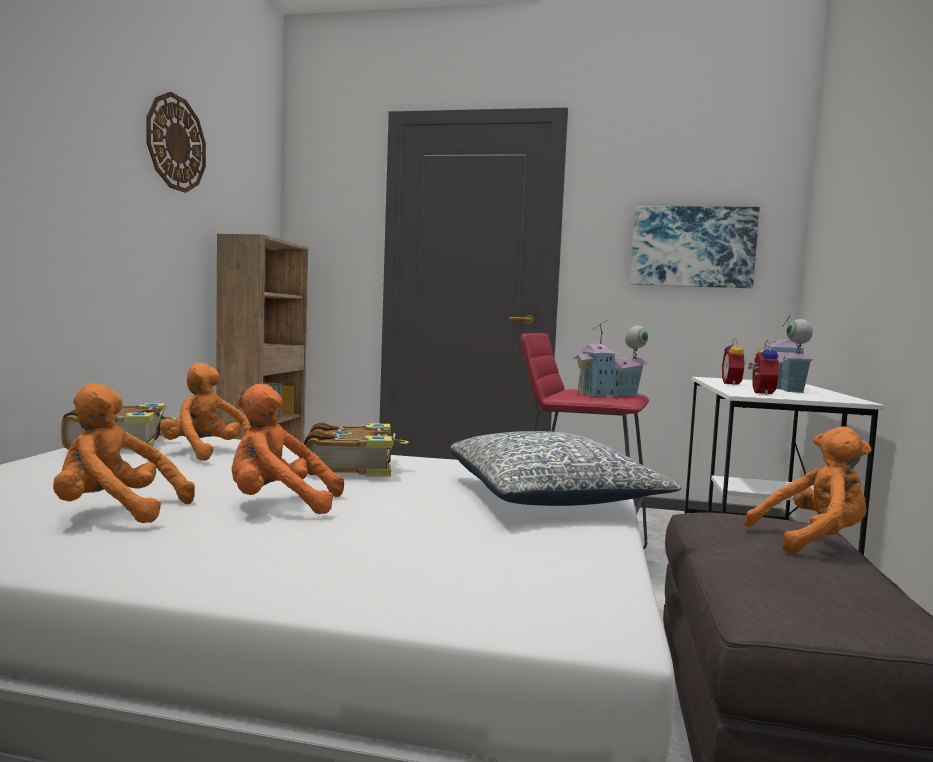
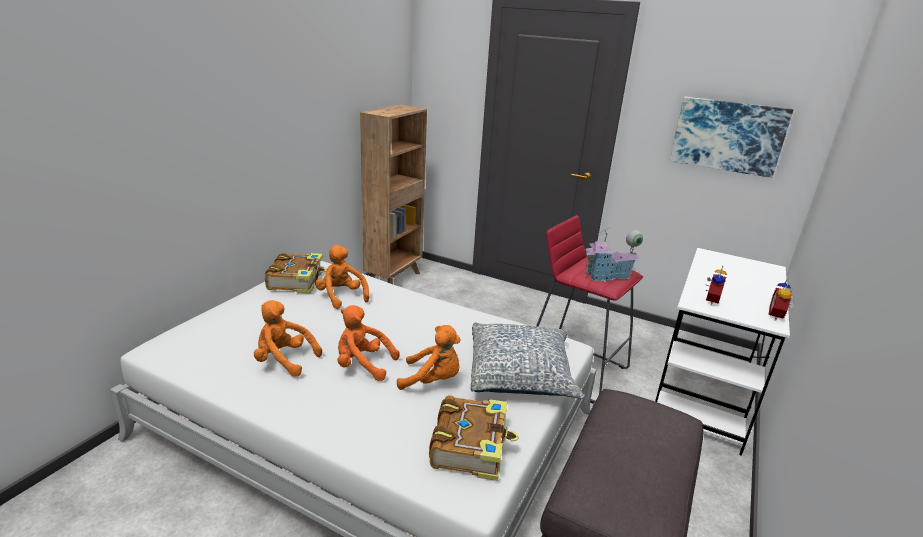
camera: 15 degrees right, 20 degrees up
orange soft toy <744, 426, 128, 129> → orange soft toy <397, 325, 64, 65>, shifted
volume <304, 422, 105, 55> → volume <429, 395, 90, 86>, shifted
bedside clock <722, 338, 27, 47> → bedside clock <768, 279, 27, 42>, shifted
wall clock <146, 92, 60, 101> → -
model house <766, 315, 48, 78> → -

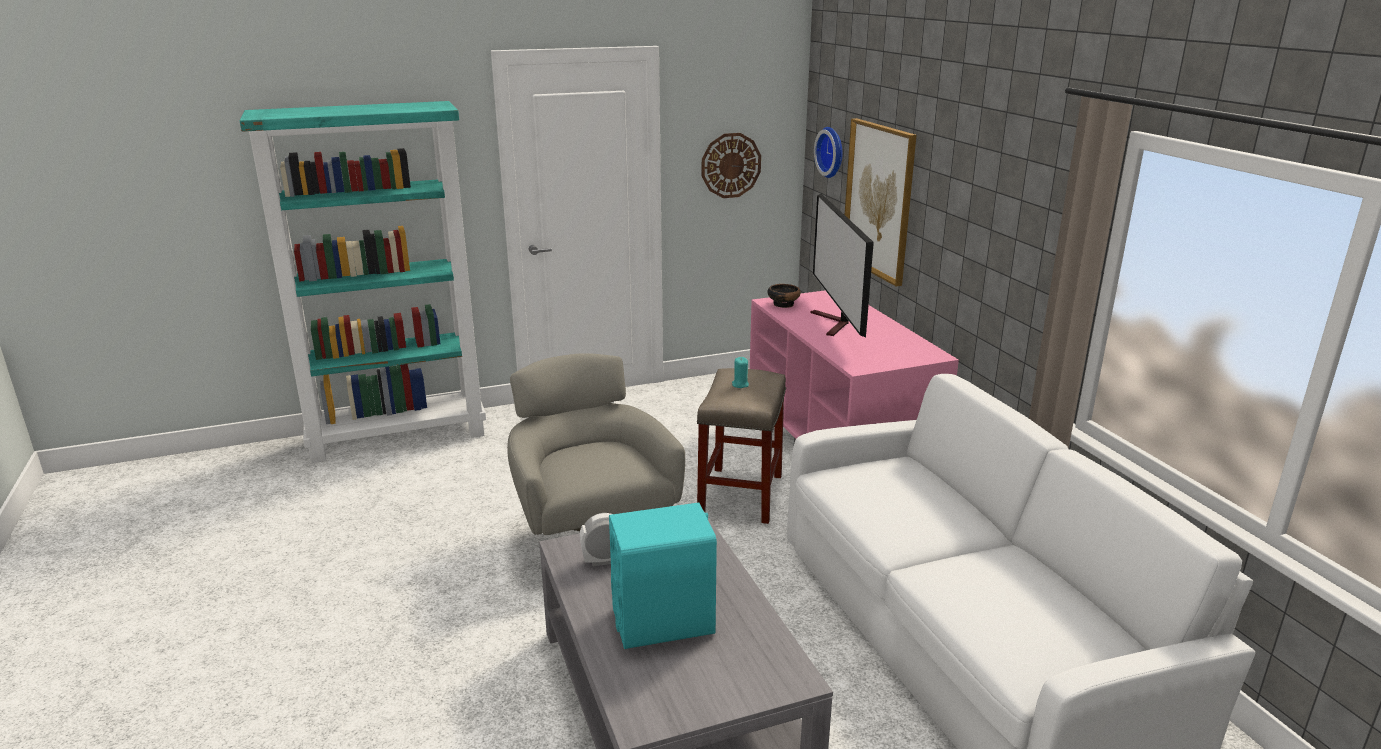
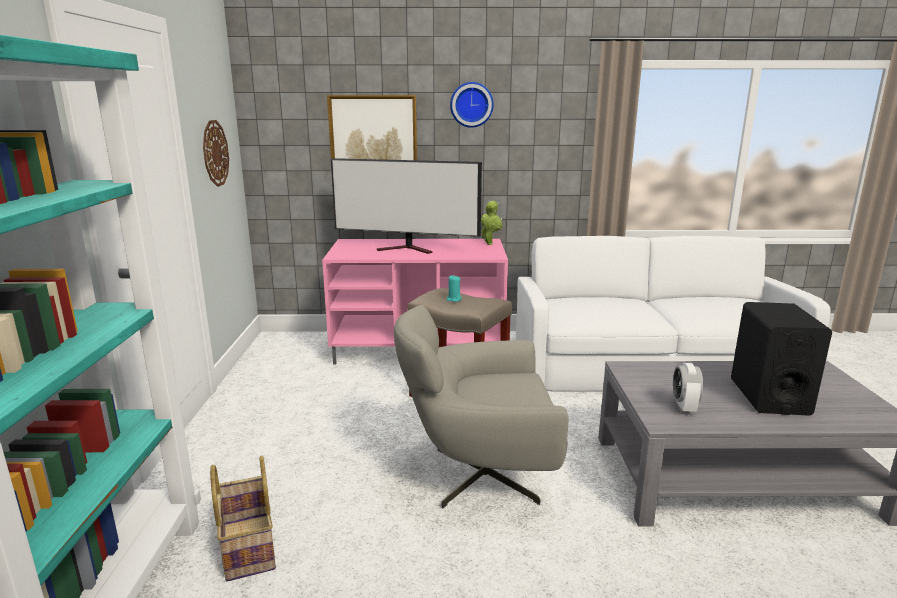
camera: 70 degrees left, 5 degrees down
- → household basket <210, 456, 66, 125>
wall clock <814, 127, 28, 51> → wall clock <450, 82, 44, 46>, shifted
- → plant in a pot <481, 200, 21, 45>
turquoise loudspeaker <609, 502, 108, 147> → blackish loudspeaker <731, 302, 101, 114>
deep dish <767, 284, 34, 24> → -

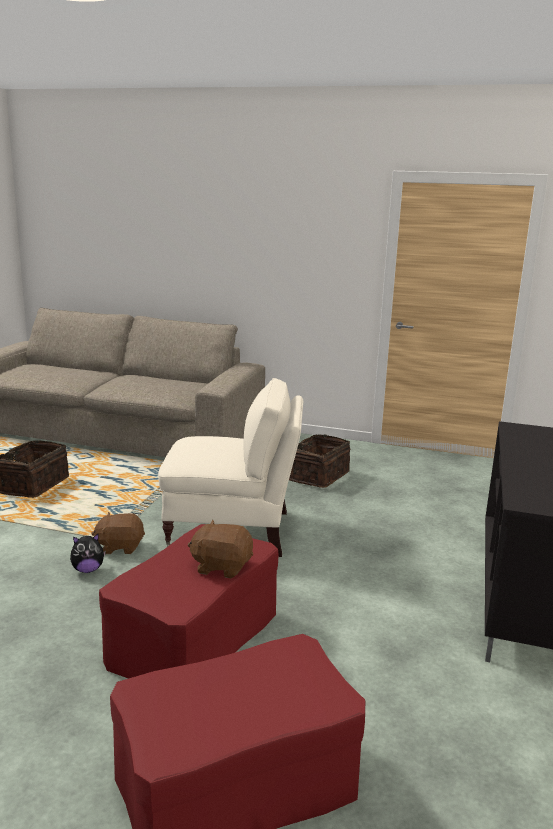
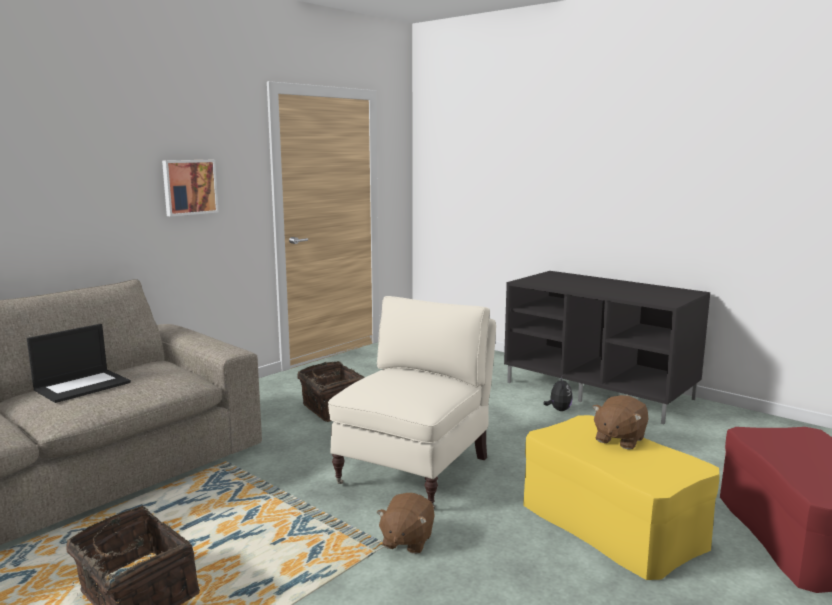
camera: 65 degrees left, 5 degrees down
- → portable computer <27, 324, 104, 79>
- → wall picture <162, 160, 57, 57>
red-coloured pouffe <99, 524, 179, 155> → yellow pouffe <523, 415, 197, 165>
soft toy <70, 534, 36, 39> → soft toy <544, 376, 29, 35>, shifted

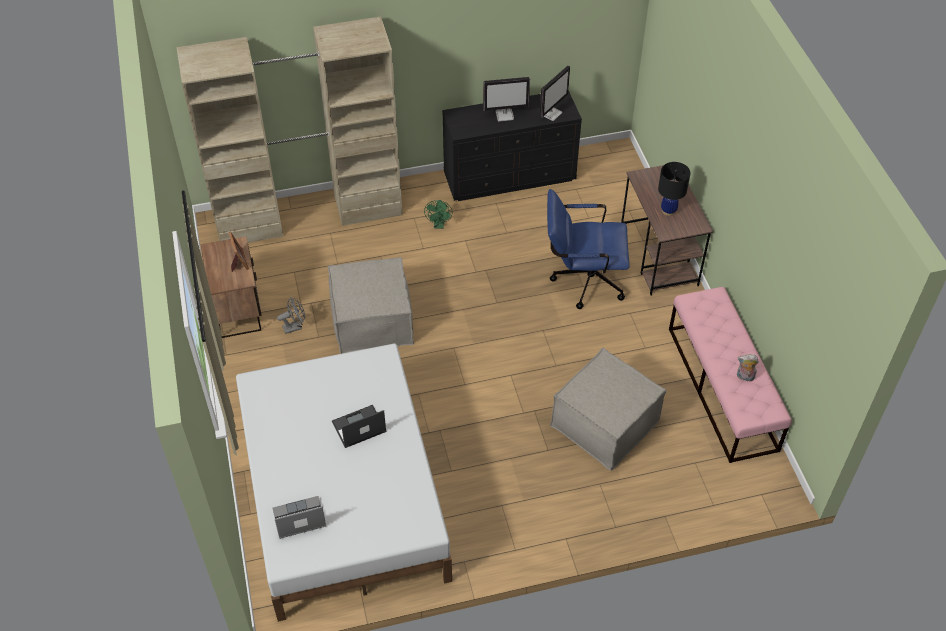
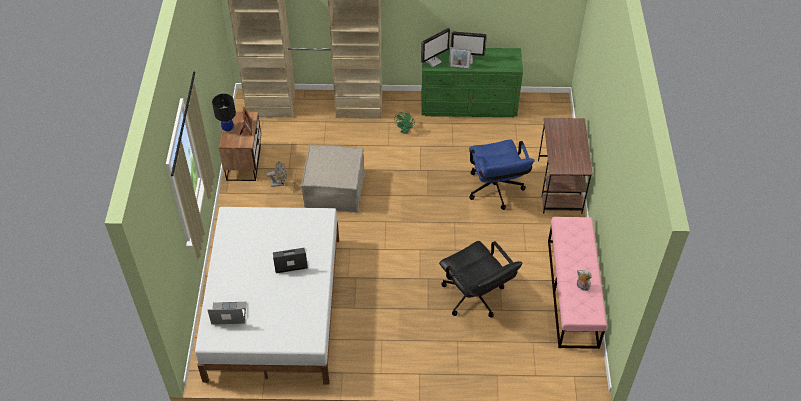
camera: 15 degrees right, 0 degrees up
blackish lamp for a table <658, 162, 32, 54> → blackish lamp for a table <212, 94, 24, 39>, shifted
computer display <540, 66, 30, 55> → computer display <421, 28, 29, 39>, shifted
blackish drawer chest <442, 90, 140, 111> → green drawer chest <421, 48, 102, 69>
beige-coloured pouffe <550, 348, 116, 122> → blackish office chair <439, 241, 83, 77>
- → photo frame <449, 47, 22, 22>
bluish office chair <547, 189, 83, 120> → bluish office chair <469, 140, 66, 70>, 120 degrees counterclockwise

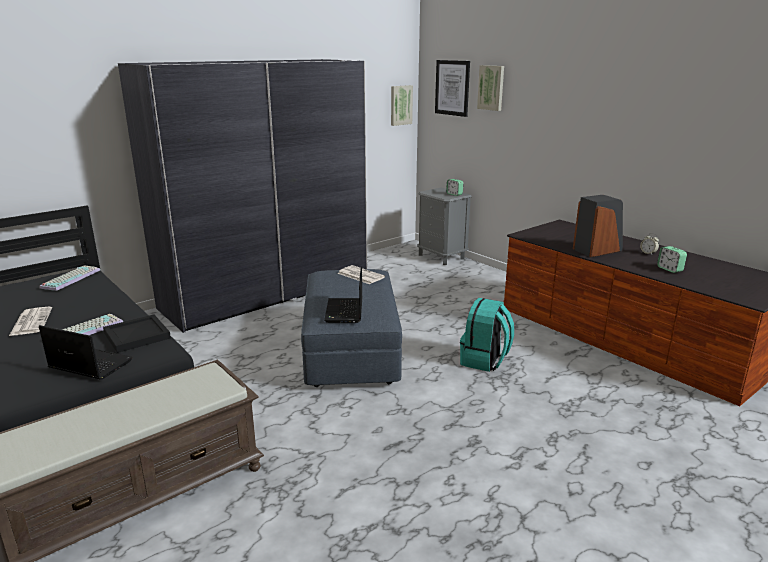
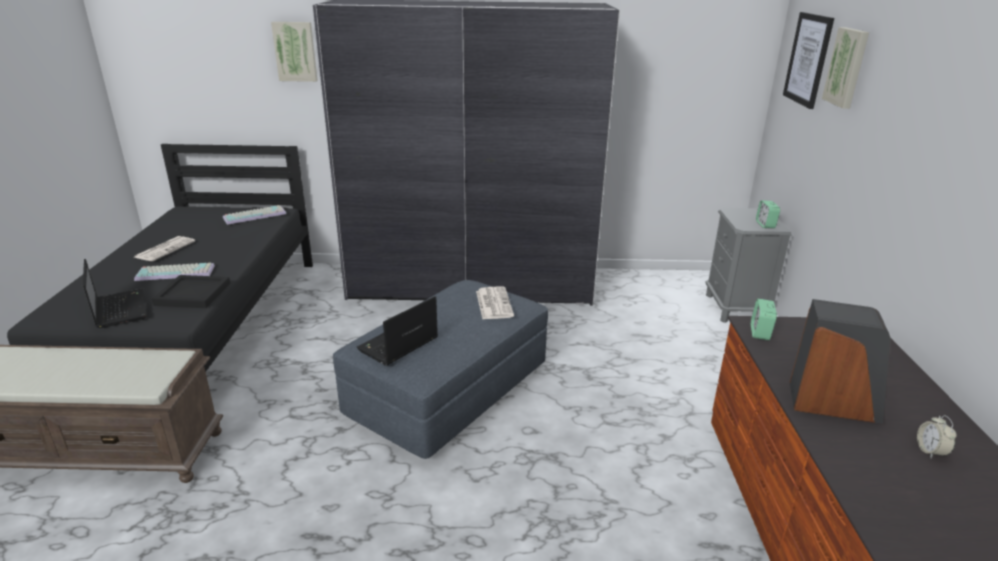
camera: 40 degrees right, 5 degrees up
wall picture <391, 85, 22, 41> → wall picture <271, 22, 47, 60>, shifted
bedside clock <657, 246, 30, 27> → bedside clock <751, 298, 26, 42>, shifted
turquoise knapsack <460, 298, 54, 74> → -

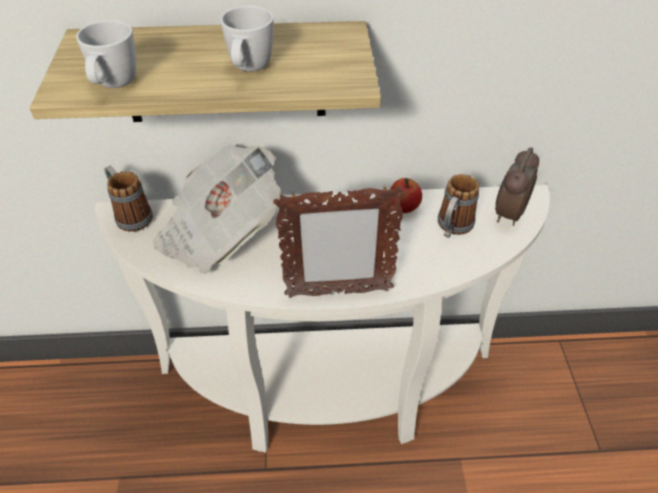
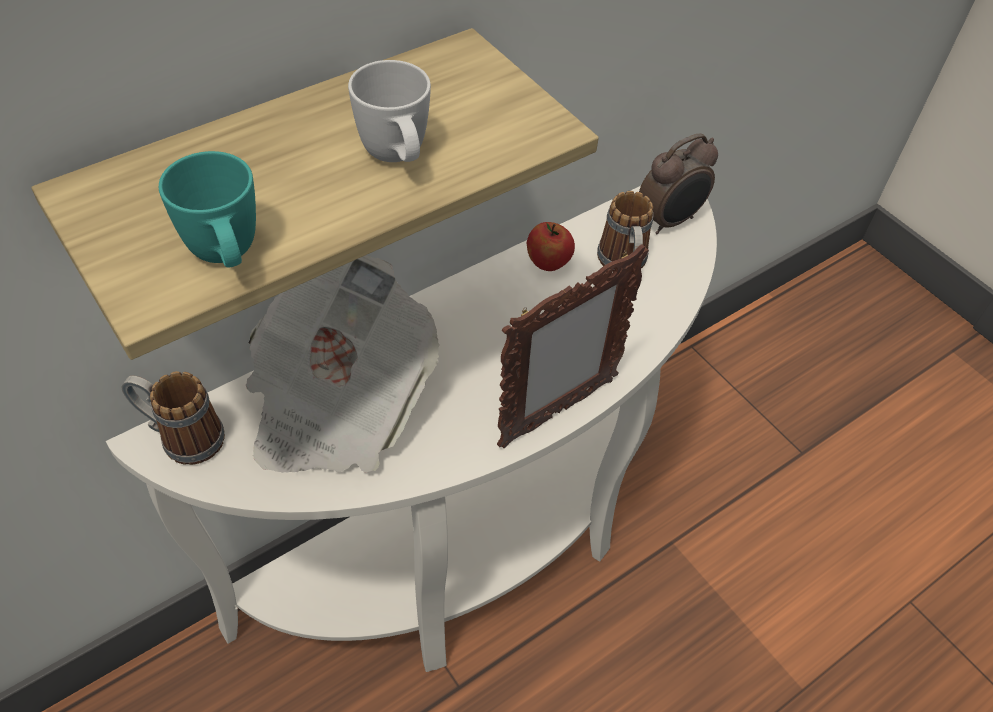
camera: 35 degrees left, 5 degrees up
white-coloured tea mug <76, 20, 61, 68> → turquoise tea mug <159, 151, 97, 117>
bedside clock <495, 147, 44, 79> → bedside clock <639, 133, 79, 101>, 120 degrees counterclockwise

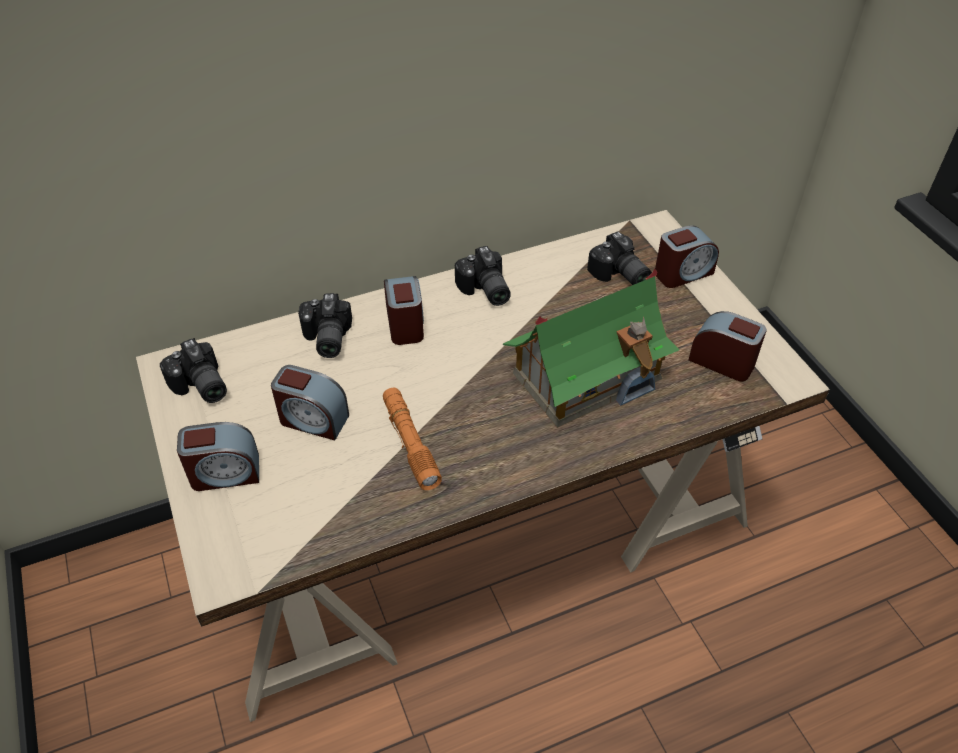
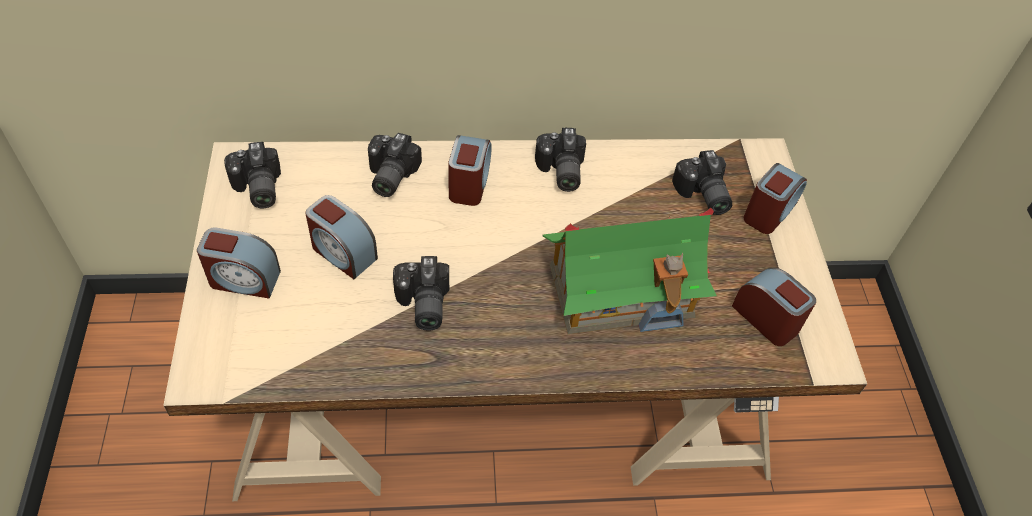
camera: 15 degrees right, 5 degrees up
orange hand torch <383, 388, 59, 102> → photo camera <393, 256, 56, 75>
bedside clock <655, 225, 64, 63> → bedside clock <744, 163, 63, 71>, 45 degrees counterclockwise

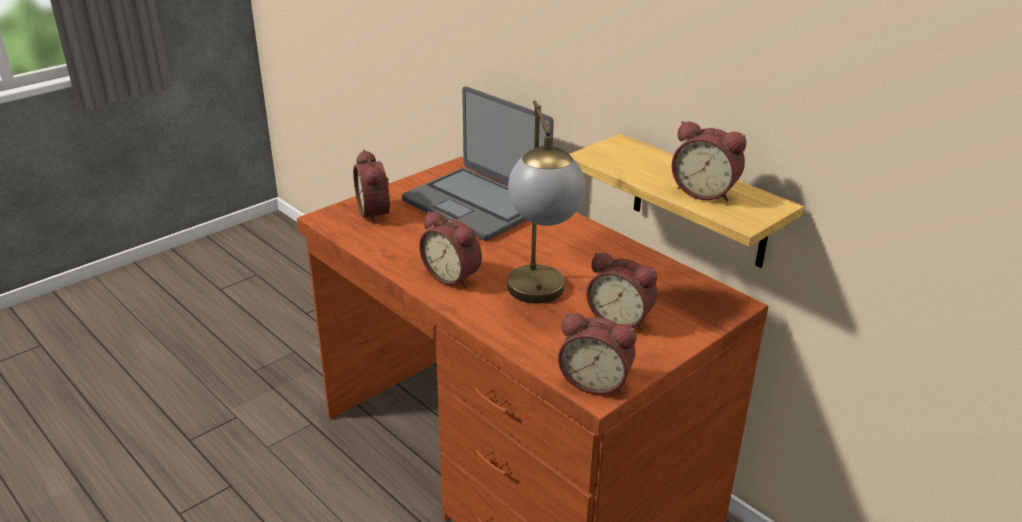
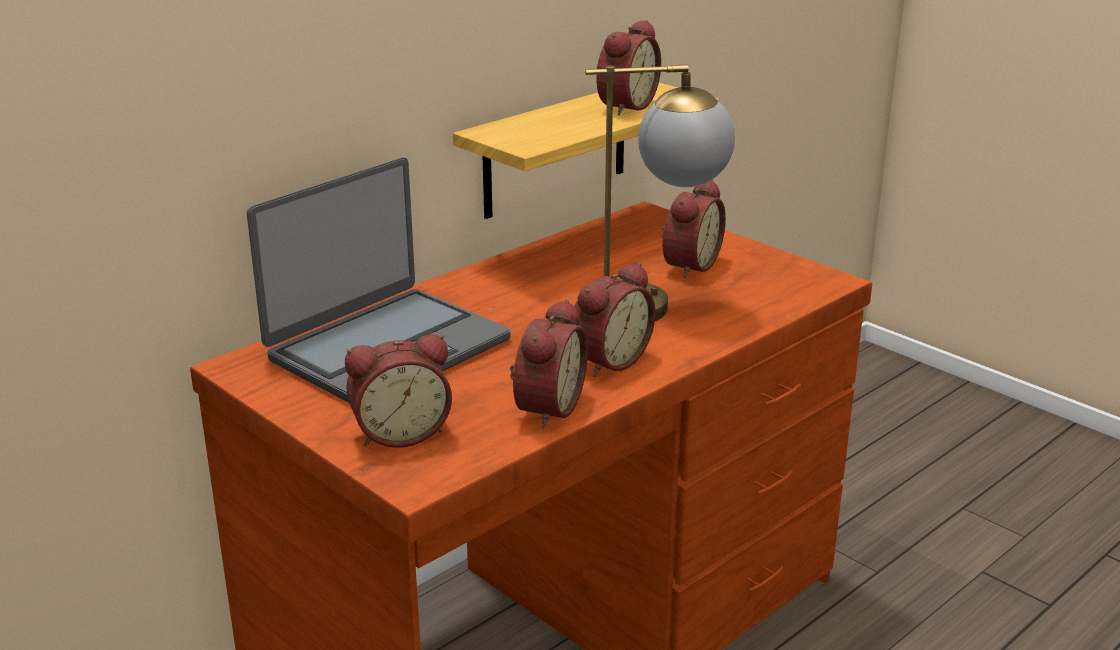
camera: 90 degrees left, 5 degrees down
bedside clock <558, 313, 78, 82> → bedside clock <510, 299, 78, 129>, shifted

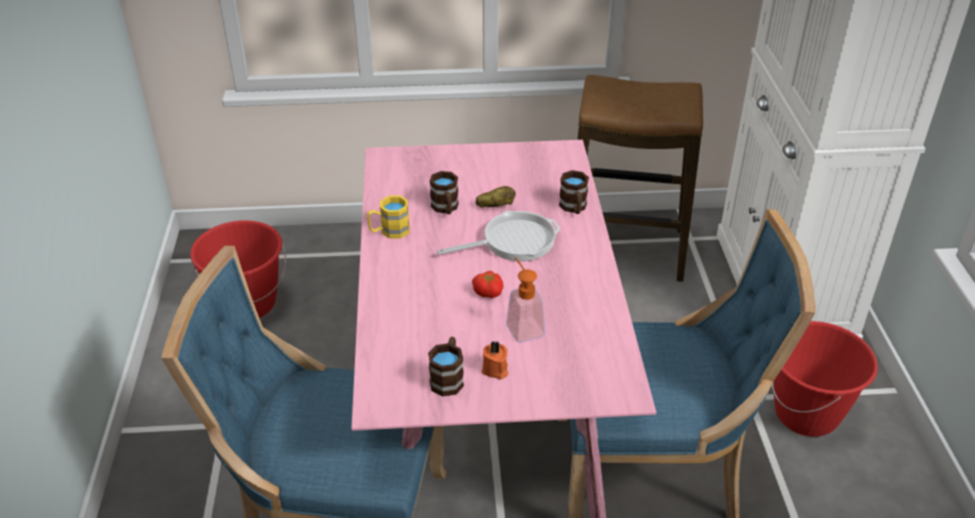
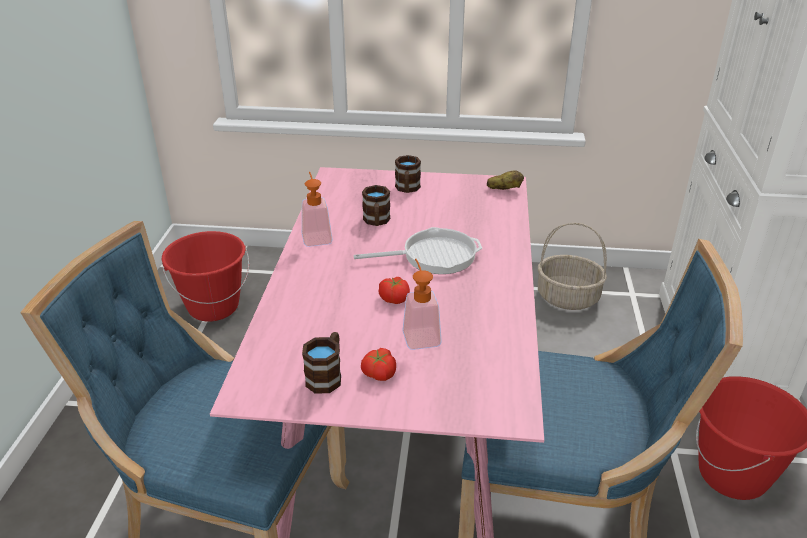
camera: 10 degrees right, 5 degrees down
yellow tea mug <367, 196, 43, 43> → liquid soap bottle <302, 172, 31, 75>
orange wax candle <482, 341, 26, 38> → whole tomato <361, 348, 35, 33>
brown-coloured tea mug <559, 170, 30, 44> → brown-coloured tea mug <395, 155, 26, 38>, shifted
whole potato <476, 186, 40, 22> → whole potato <487, 170, 37, 20>, shifted
stool <577, 75, 126, 207> → household basket <538, 223, 69, 87>

